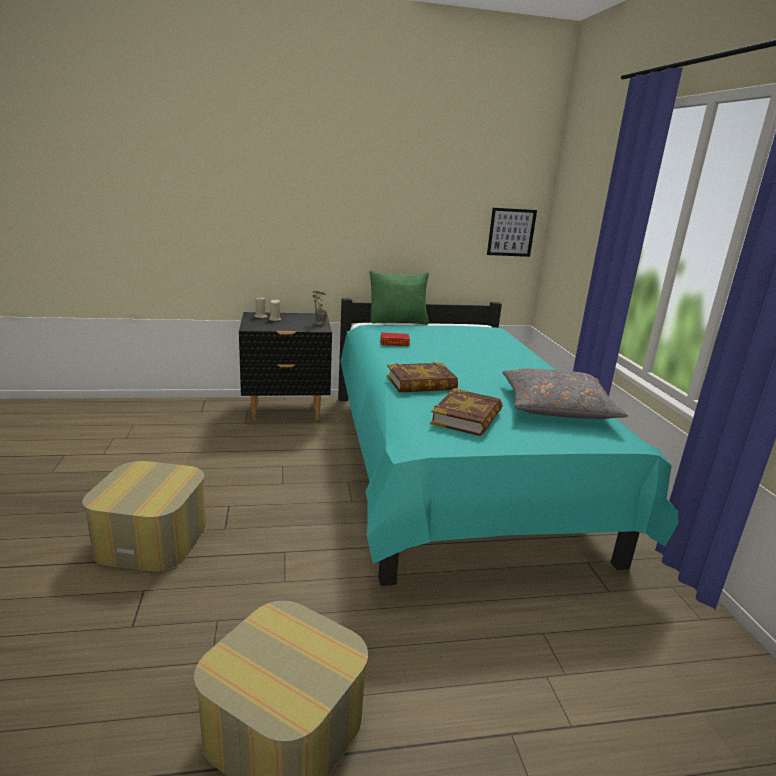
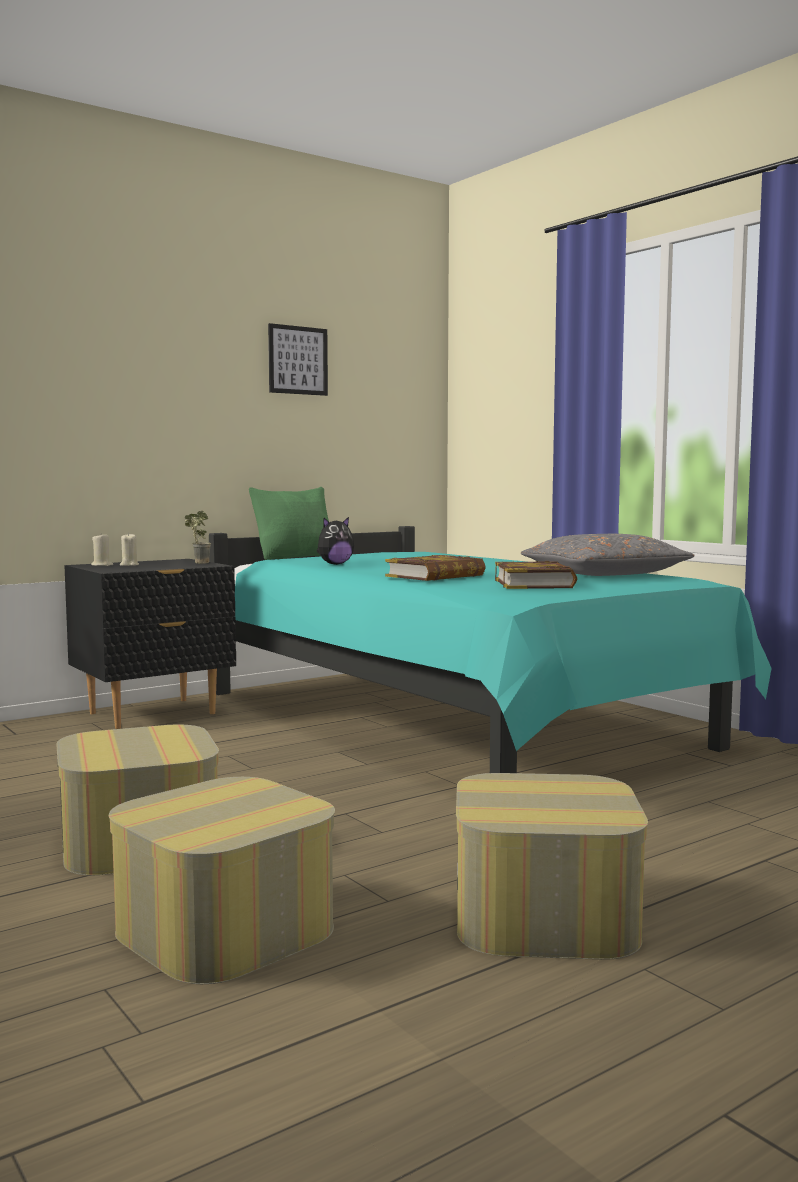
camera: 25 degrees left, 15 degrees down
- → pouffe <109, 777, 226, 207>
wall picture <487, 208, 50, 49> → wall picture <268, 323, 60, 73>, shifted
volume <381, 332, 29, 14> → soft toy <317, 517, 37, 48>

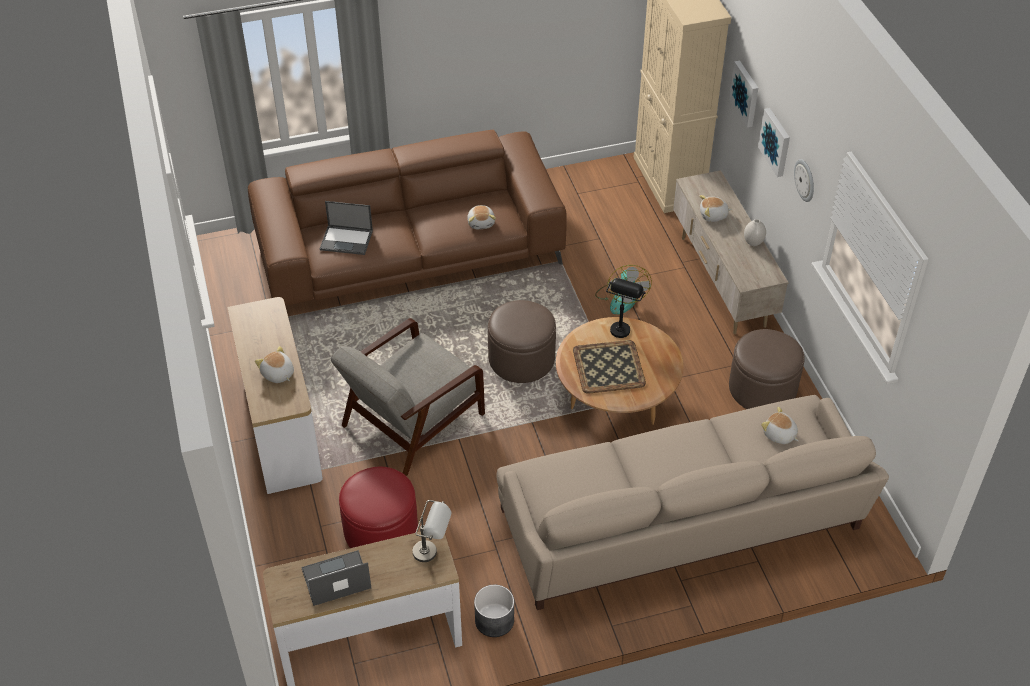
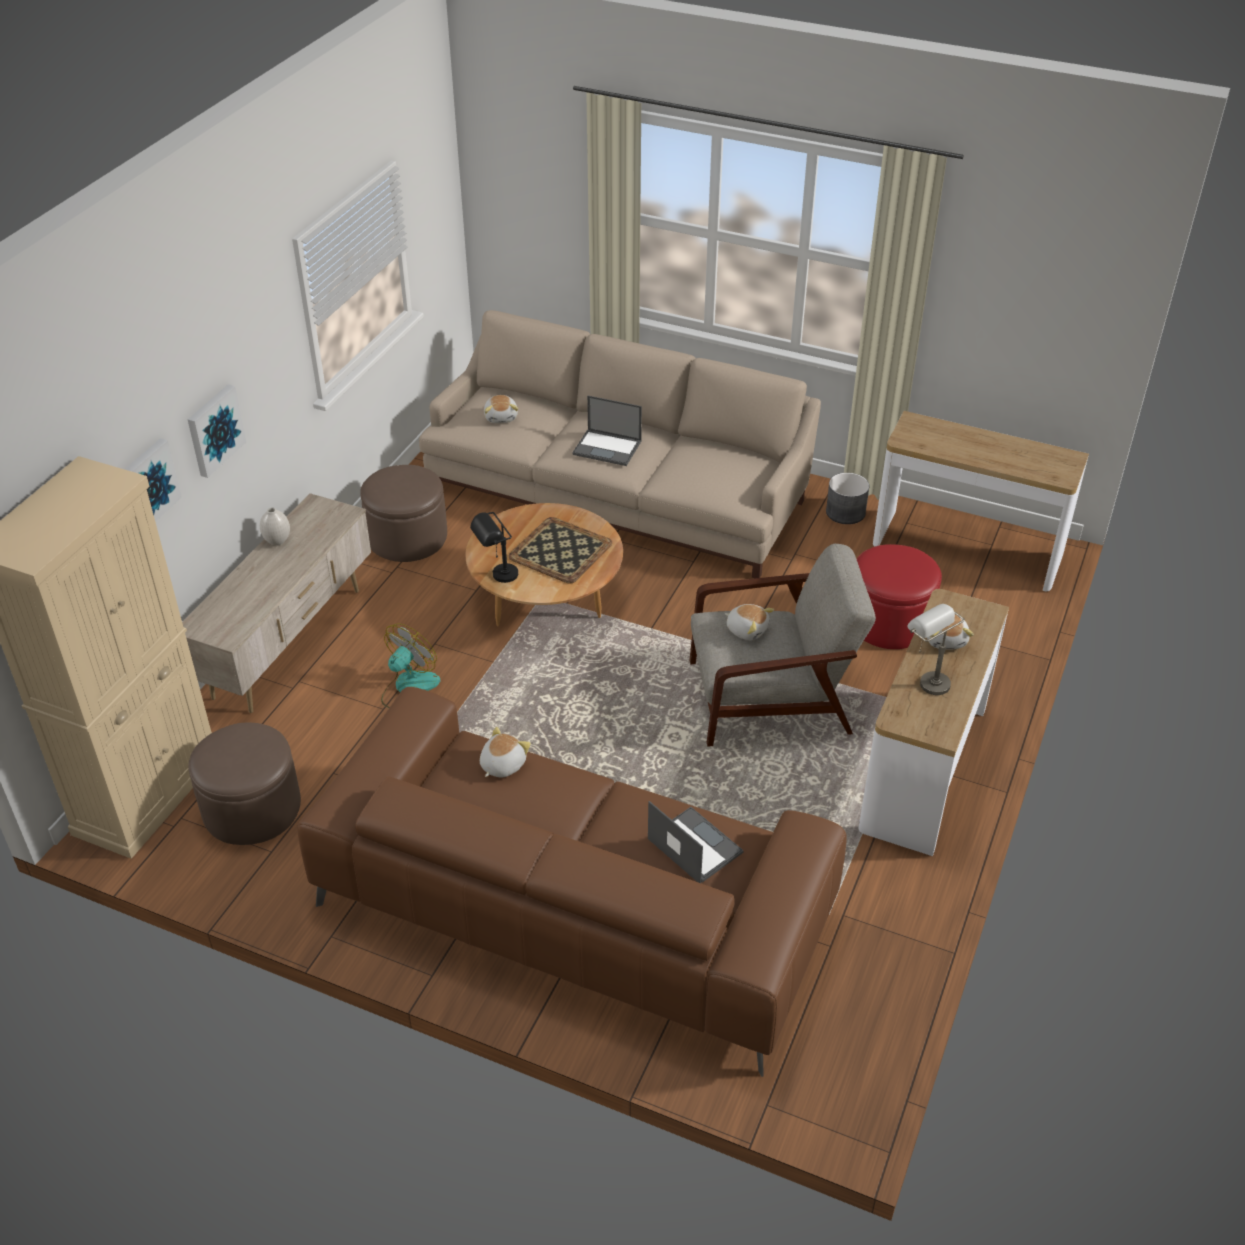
camera: 140 degrees left, 5 degrees down
brown-coloured pouffe <488, 300, 68, 83> → brown-coloured pouffe <188, 723, 113, 122>, shifted
portable computer <301, 550, 70, 56> → portable computer <572, 396, 70, 70>, shifted
soft toy <700, 195, 32, 27> → soft toy <725, 604, 49, 36>, shifted
gray lamp for a table <413, 500, 38, 62> → gray lamp for a table <907, 604, 58, 91>, shifted
wall clock <794, 159, 20, 43> → -

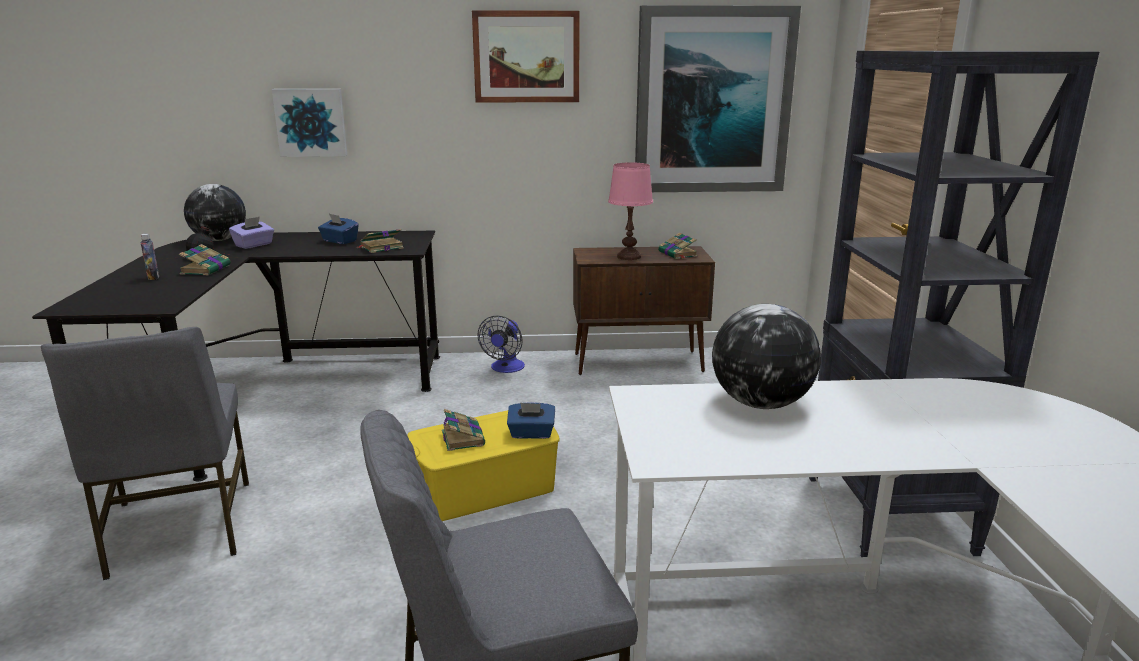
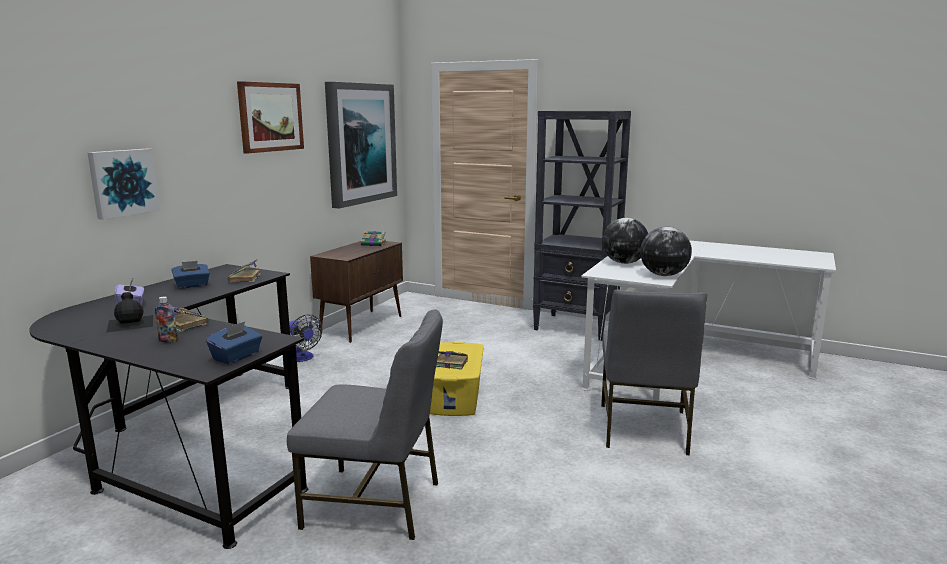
camera: 60 degrees left, 5 degrees down
bluish tissue holder <507, 402, 48, 37> → bluish tissue holder <206, 322, 56, 43>, shifted
world globe <184, 184, 62, 57> → world globe <640, 227, 52, 49>, shifted
pink lamp for a table <608, 162, 45, 98> → -

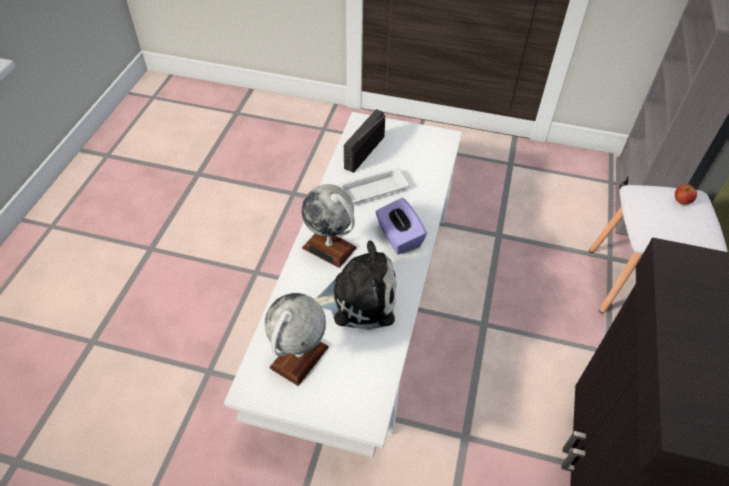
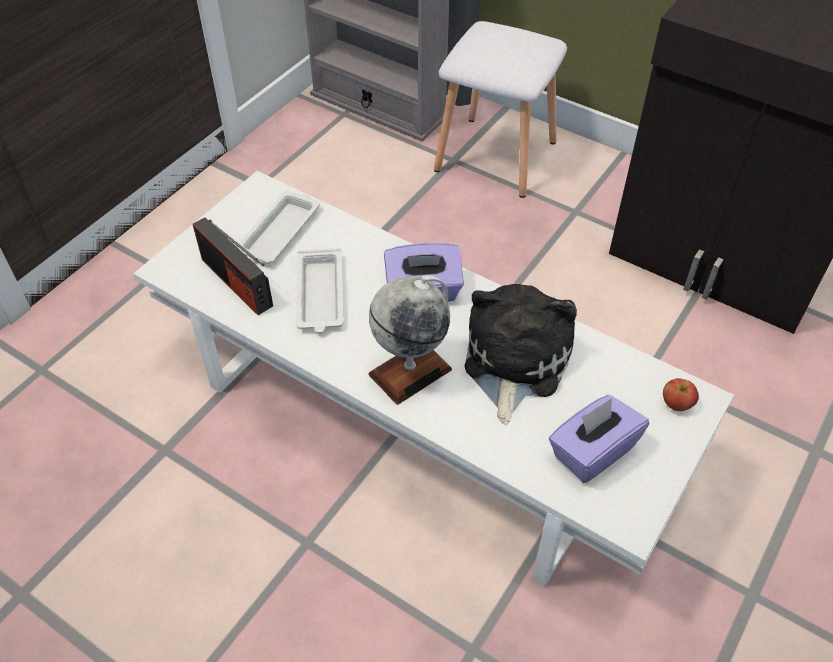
camera: 70 degrees left, 0 degrees up
- → white-coloured serving tray <236, 191, 84, 73>
world globe <265, 293, 64, 93> → purple tissue holder <549, 395, 100, 88>
apple <675, 184, 22, 21> → apple <663, 378, 36, 33>, shifted

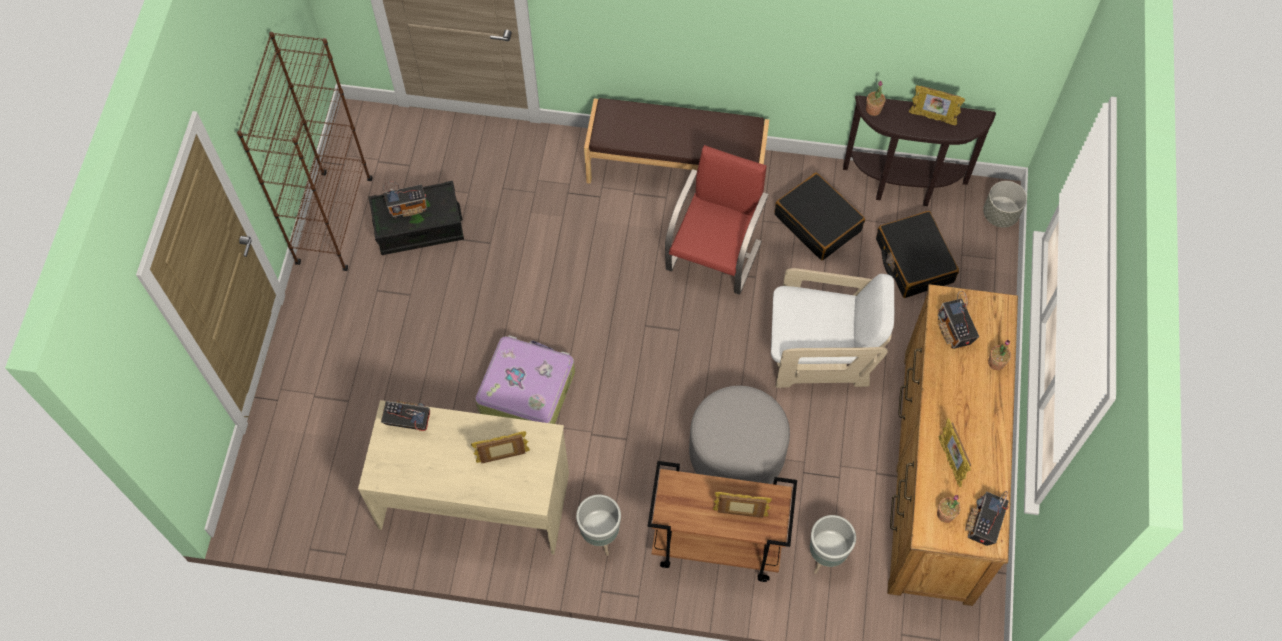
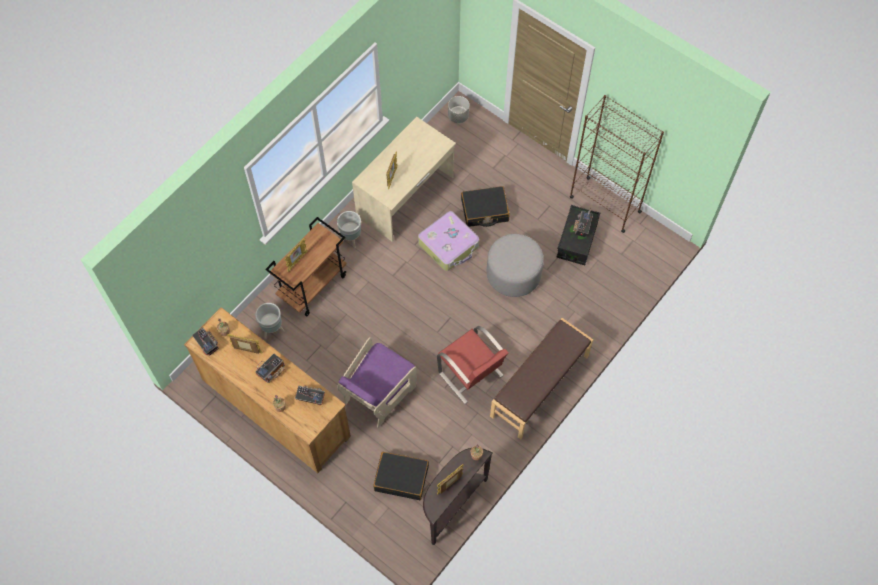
camera: 120 degrees right, 0 degrees up
radio receiver <381, 400, 49, 31> → radio receiver <255, 353, 30, 30>, shifted
white-coloured lounge chair <771, 268, 123, 120> → purple lounge chair <337, 337, 80, 91>
gray flower pot <983, 181, 44, 47> → gray flower pot <448, 96, 21, 27>, shifted
blackish travel case <774, 173, 91, 87> → blackish travel case <461, 186, 49, 41>, shifted
gray pouffe <689, 386, 101, 98> → gray pouffe <487, 234, 57, 63>, shifted

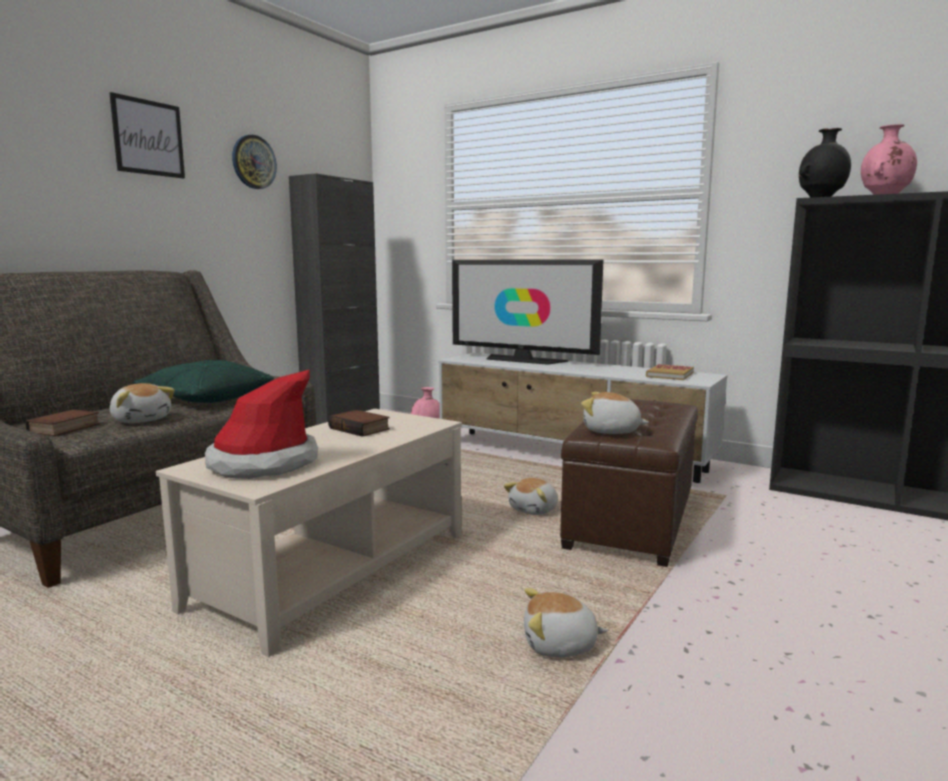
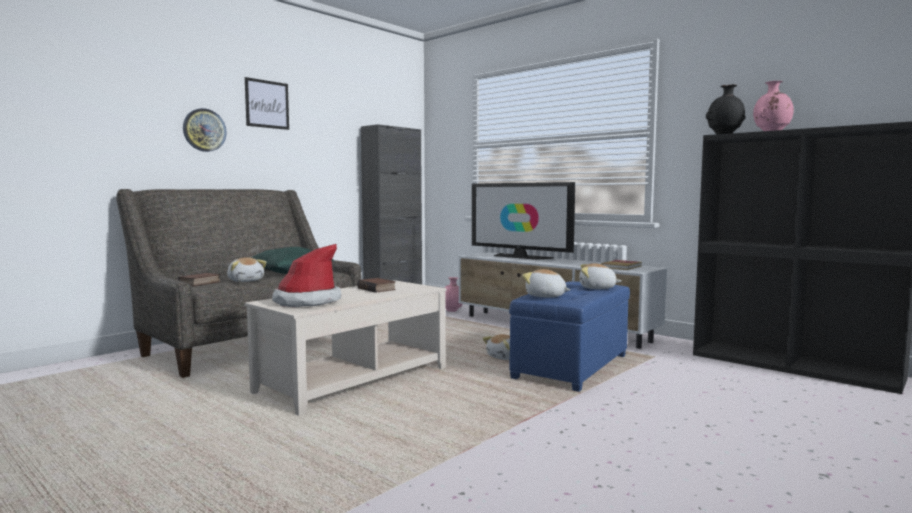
camera: 10 degrees right, 5 degrees down
wall clock <232, 135, 45, 54> → wall clock <183, 108, 43, 44>, shifted
brown-coloured pouffe <560, 399, 138, 168> → bluish pouffe <509, 281, 121, 111>
soft toy <524, 588, 84, 69> → soft toy <579, 263, 42, 26>, shifted

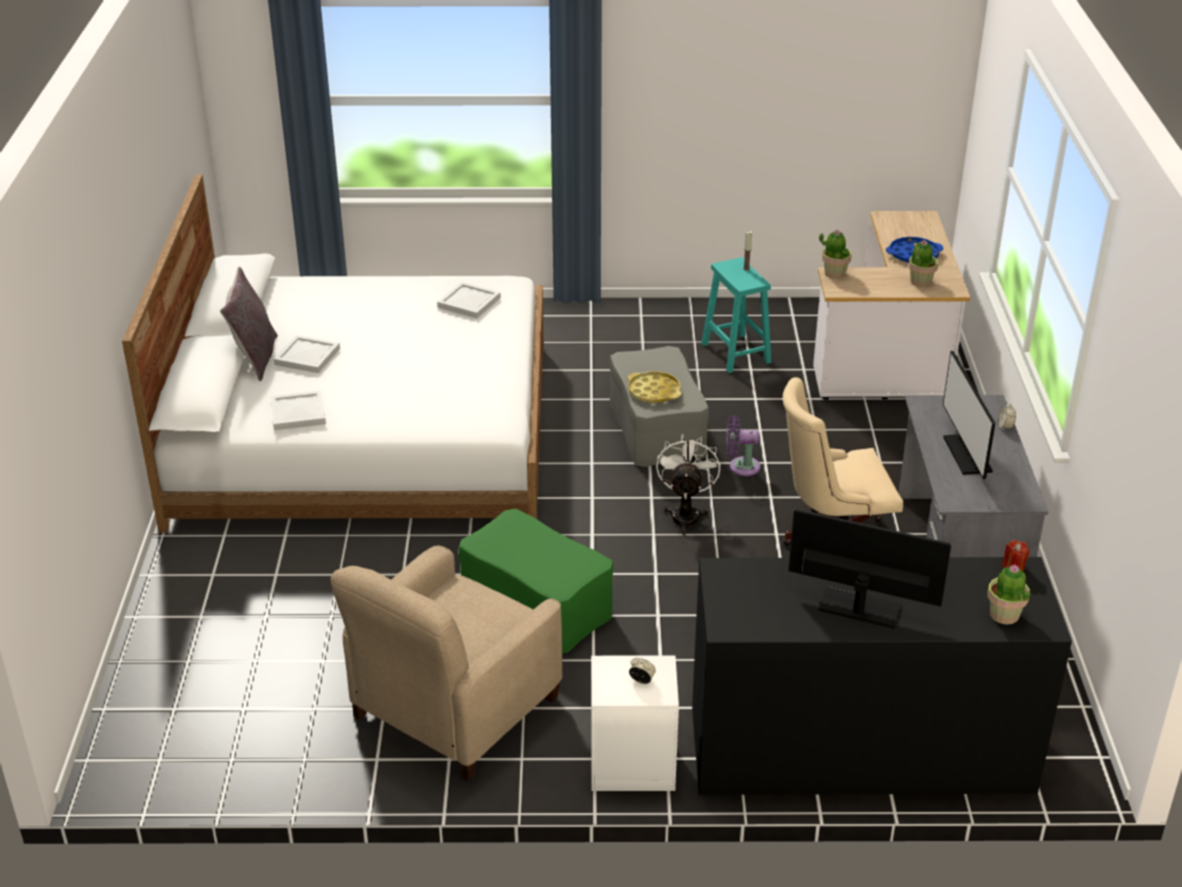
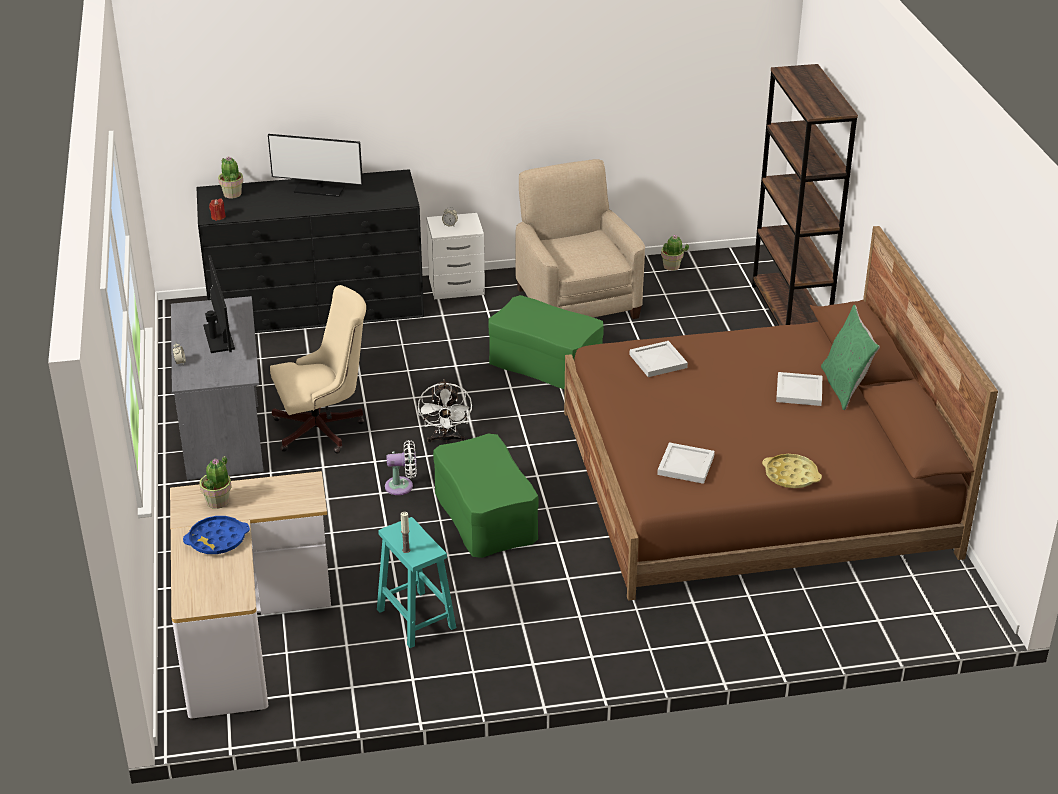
camera: 170 degrees right, 0 degrees up
purple cooling fan <726, 416, 35, 60> → white-coloured cooling fan <385, 440, 32, 55>
gray pouffe <610, 346, 99, 121> → green pouffe <433, 434, 106, 124>
beige-coloured lounge chair <331, 546, 231, 235> → beige-coloured lounge chair <515, 159, 130, 160>, 45 degrees counterclockwise
white-coloured sleeping bed <122, 175, 422, 358> → brown-coloured sleeping bed <564, 226, 434, 375>
white-coloured serving tray <270, 391, 56, 39> → white-coloured serving tray <629, 341, 59, 36>, shifted
plant in a pot <819, 230, 33, 49> → plant in a pot <661, 234, 28, 37>, shifted
- → brown-coloured bookshelf <752, 64, 106, 262>
yellow serving tray <628, 371, 53, 32> → yellow serving tray <762, 454, 60, 34>, shifted
gray cushion <220, 267, 58, 114> → green cushion <821, 305, 59, 105>

